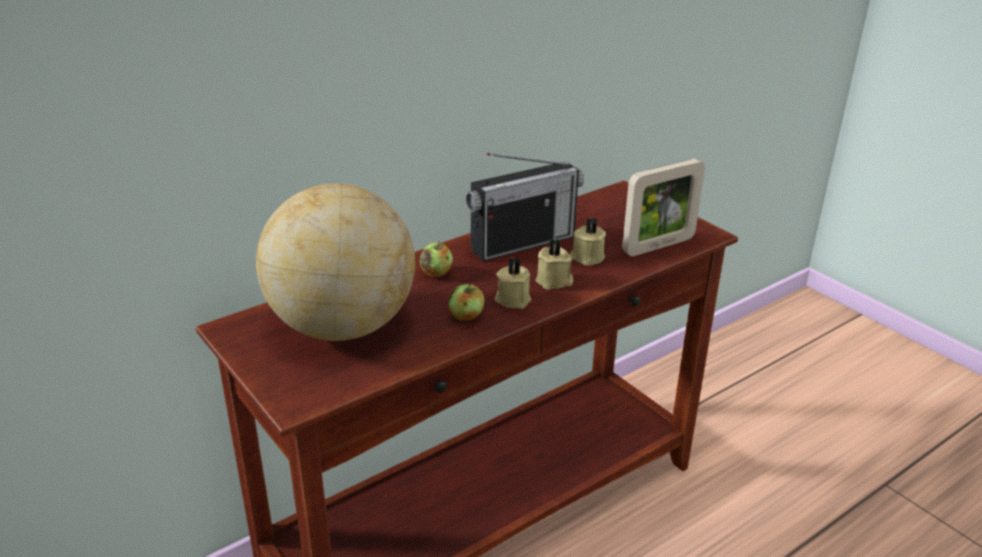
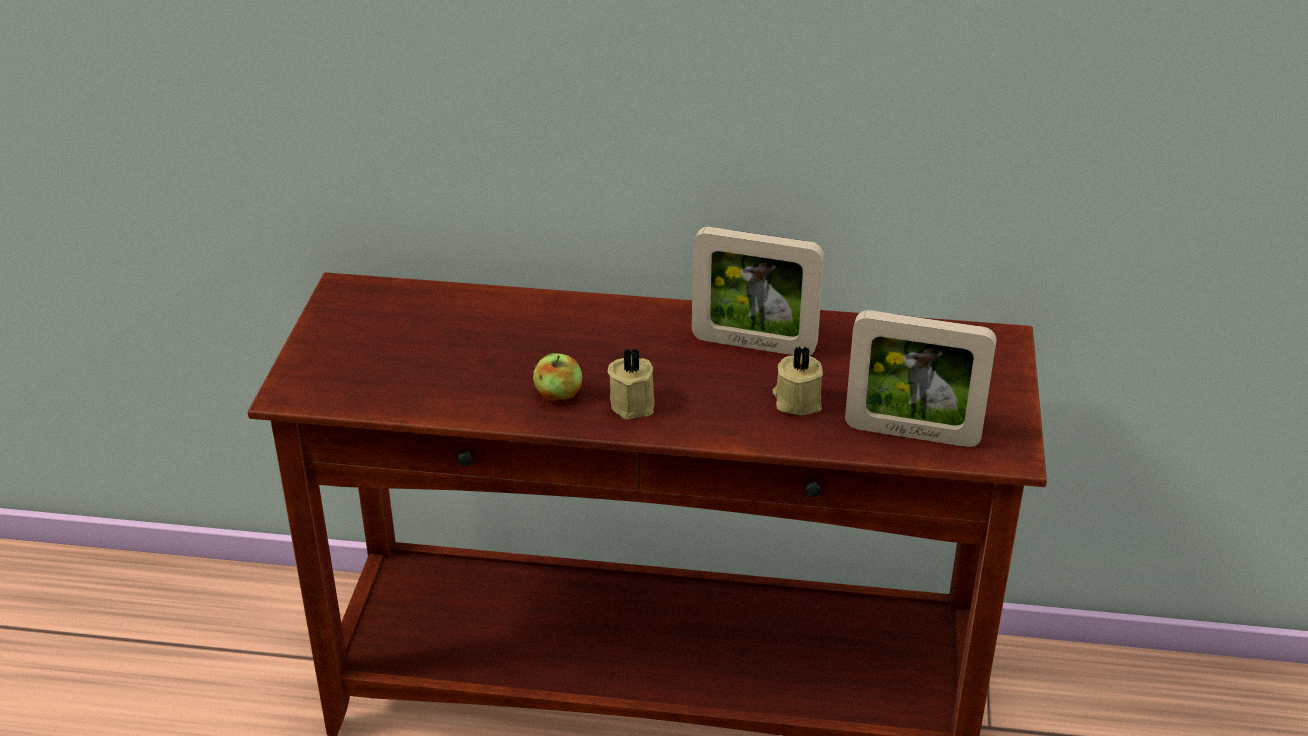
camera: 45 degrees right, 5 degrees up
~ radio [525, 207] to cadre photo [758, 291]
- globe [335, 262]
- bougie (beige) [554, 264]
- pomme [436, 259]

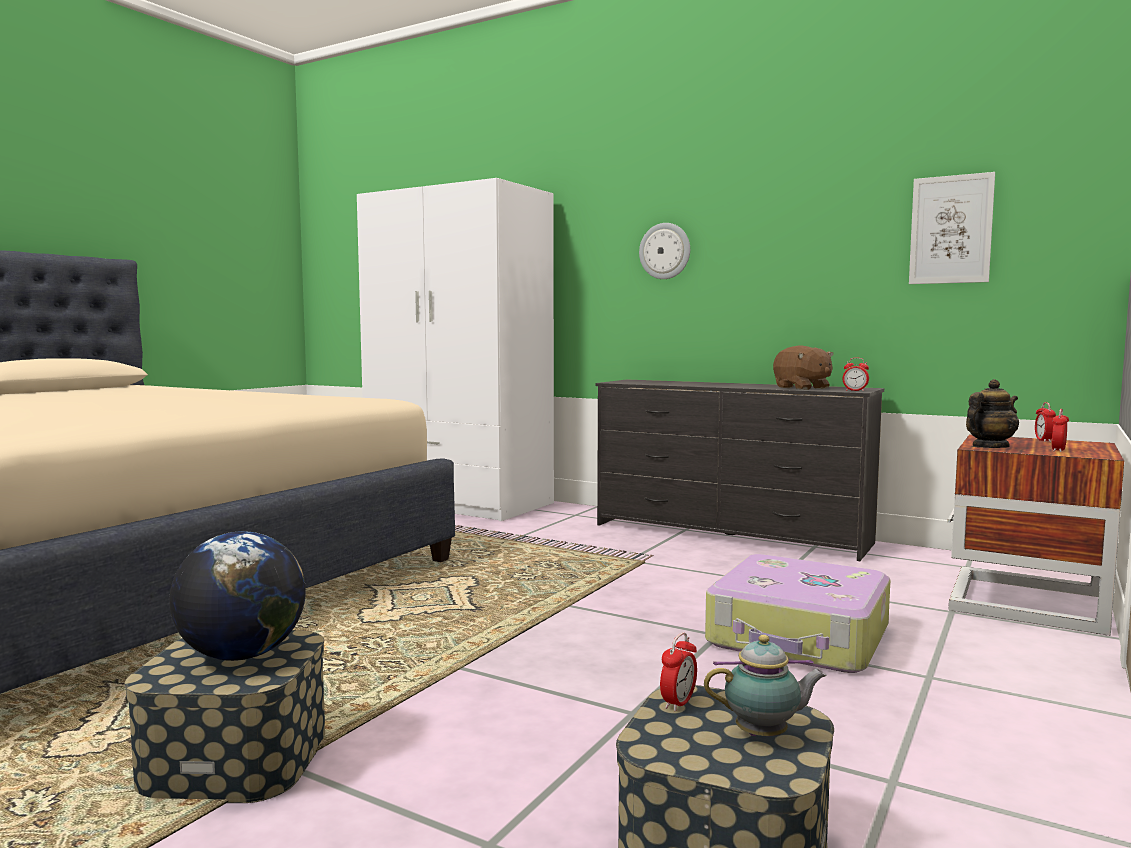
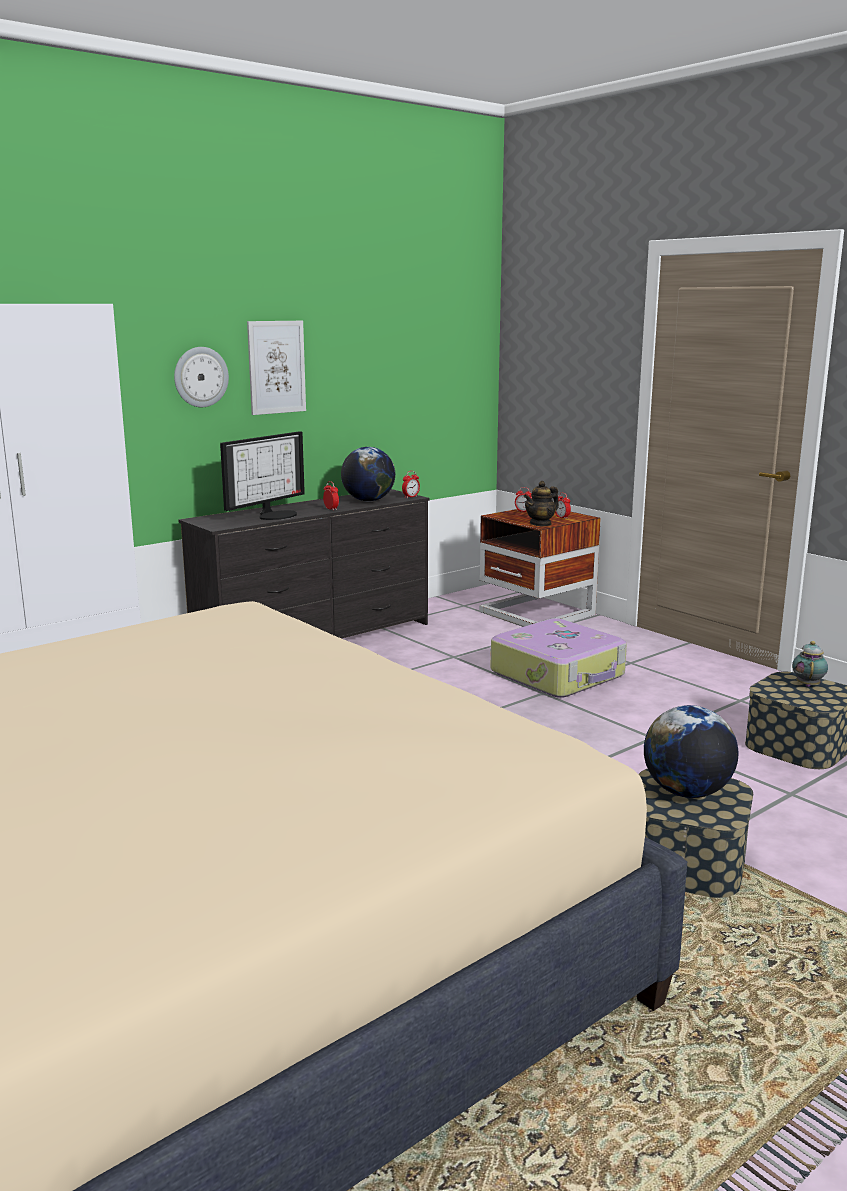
camera: 70 degrees left, 10 degrees up
~ tableau [952, 228] to [276, 368]
~ peluche (marron) [803, 367] to globe [368, 474]
~ théière [992, 413] = [541, 503] 120 degrees counterclockwise
~ réveil [678, 671] to [331, 496]
+ écran d'ordinateur [262, 475]

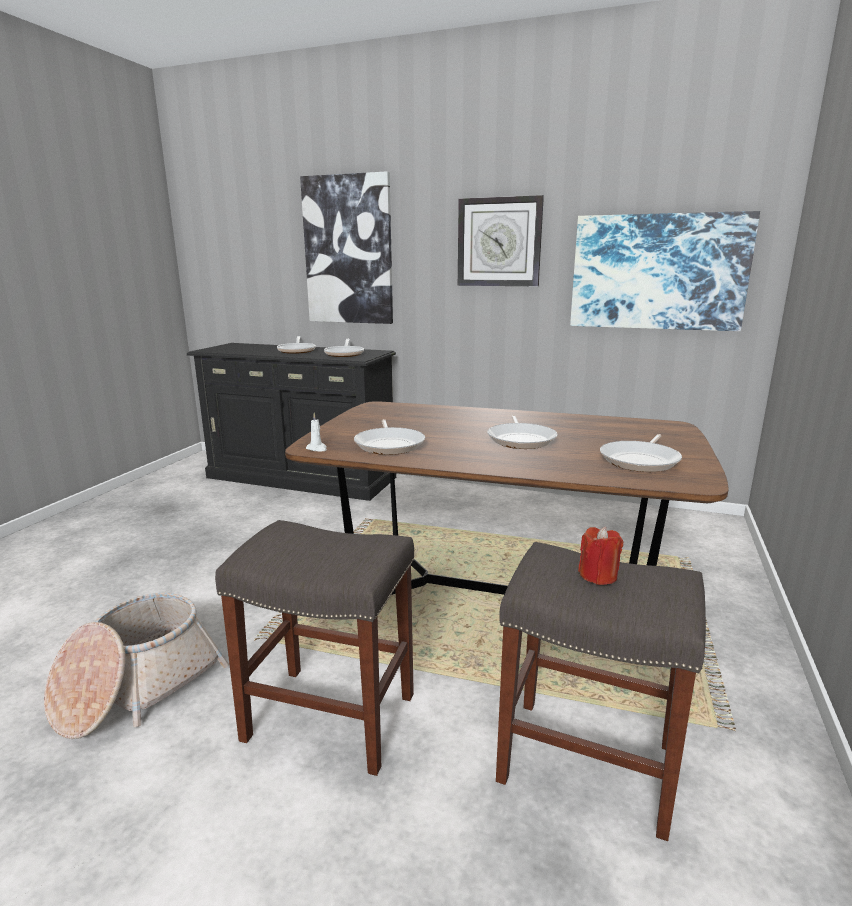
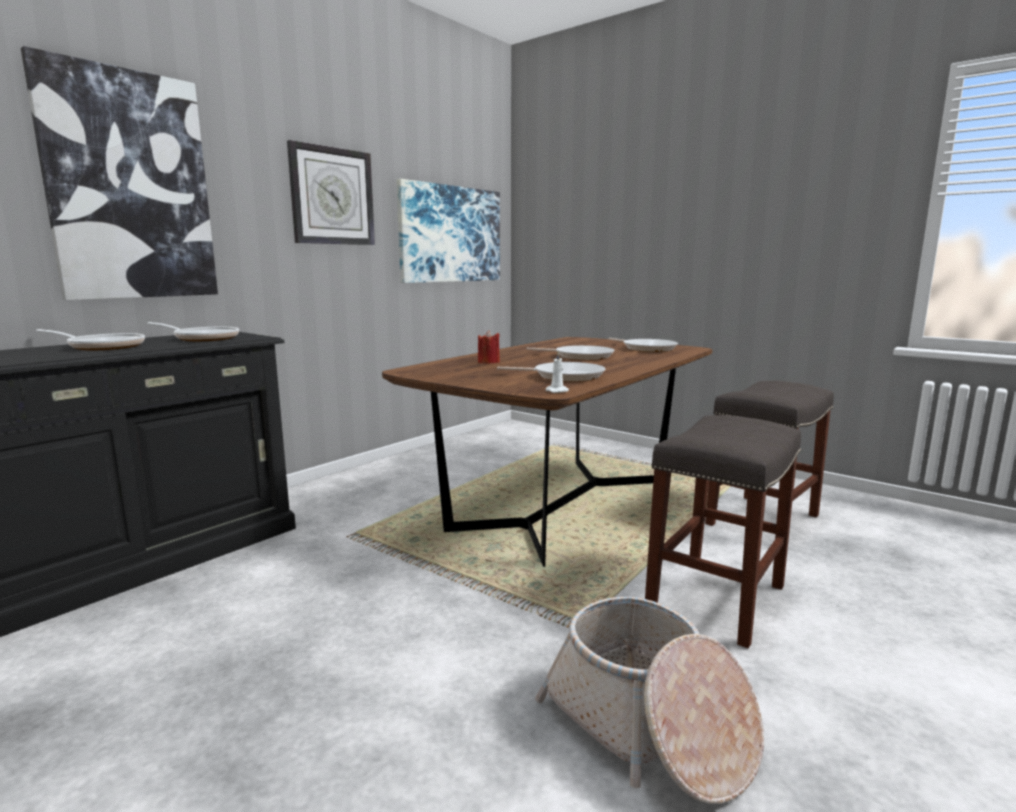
camera: 70 degrees left, 5 degrees down
~ bougie (rouge) [600, 556] to [489, 347]

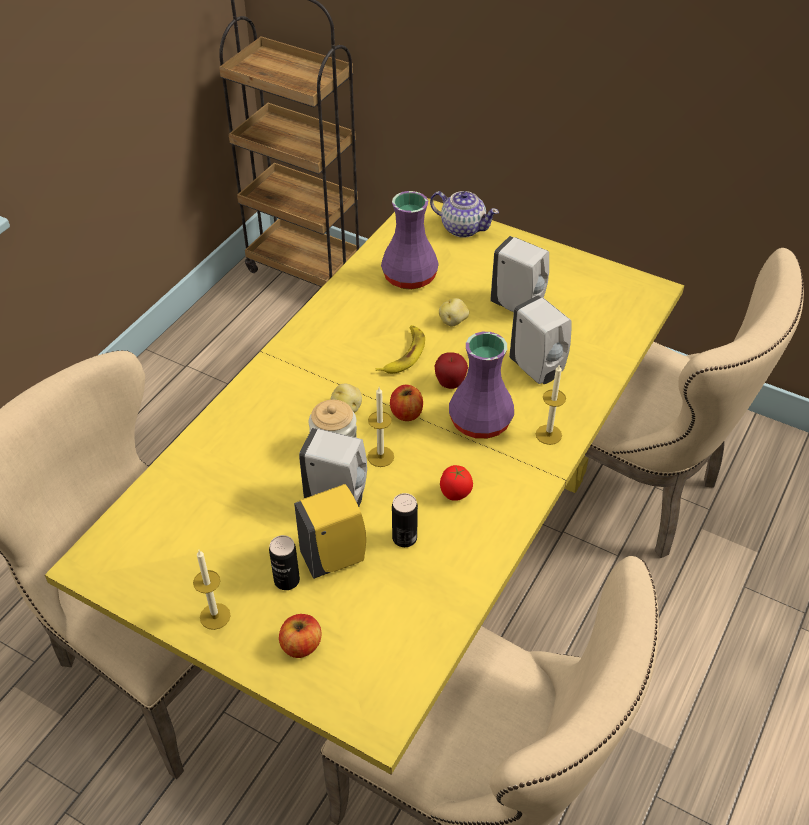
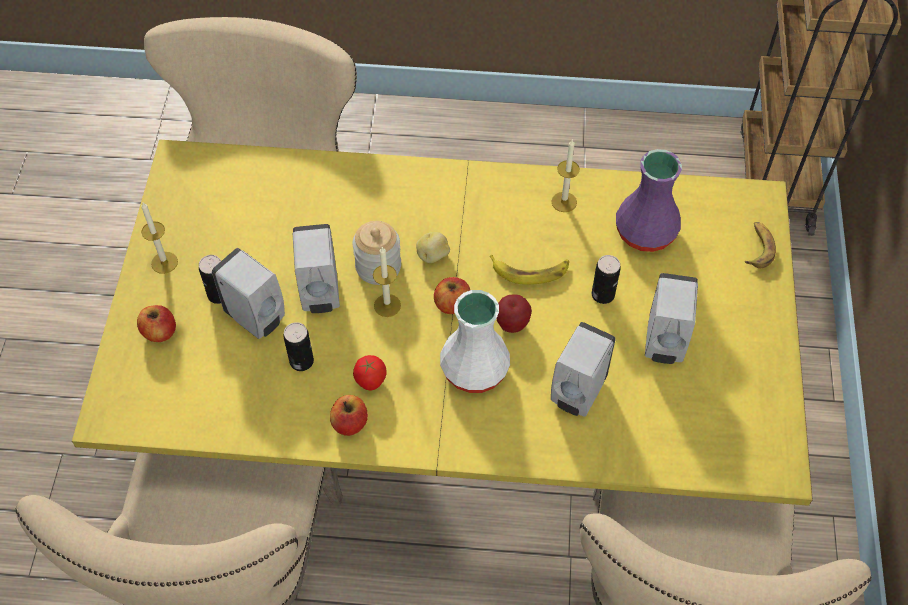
camera: 65 degrees right, 10 degrees up
~ théière [464, 214] to banane [760, 245]
~ pomme de terre [454, 312] to boîte métallique [606, 279]
~ vase (violet) [481, 385] to vase (blanc) [475, 341]
~ bougie [551, 404] to [565, 176]
~ distributeur de savon (jaune) [330, 531] to distributeur de savon (blanc) [248, 293]
+ pomme [349, 415]

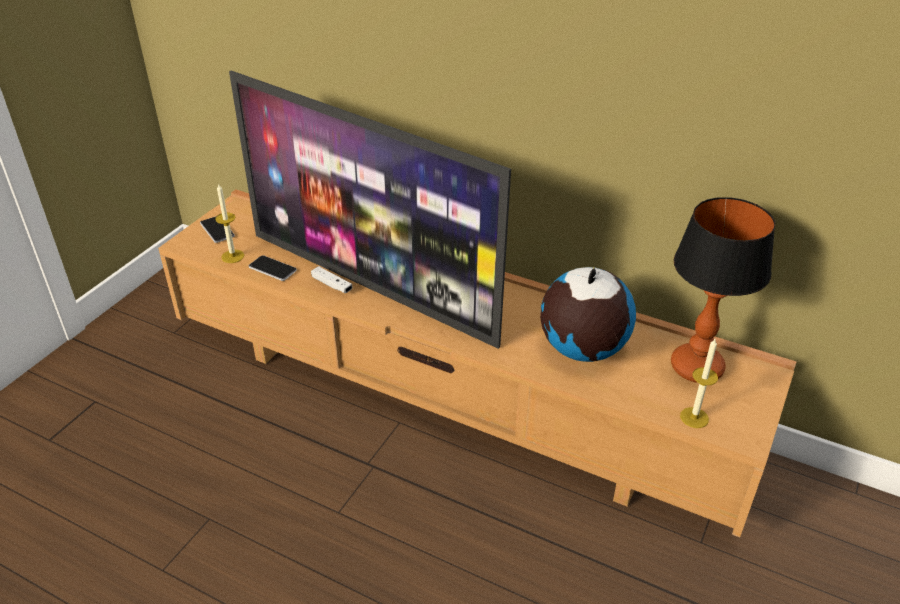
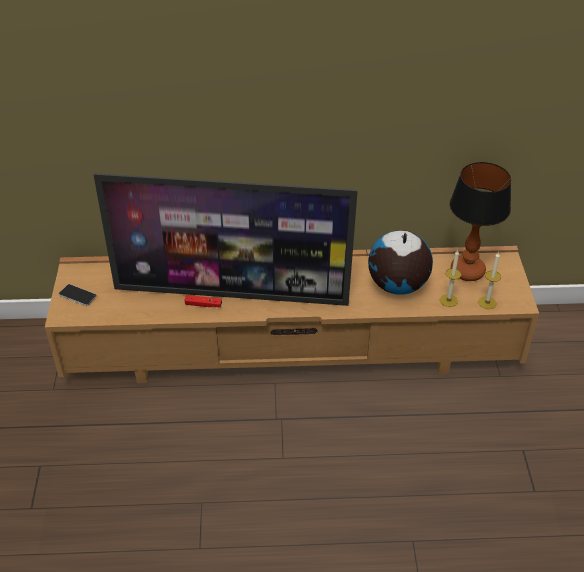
camera: 30 degrees left, 5 degrees up
~ bougie [229, 223] to [450, 278]
- téléphone [273, 268]
~ manette (blanc) [332, 279] to manette (rouge) [203, 301]

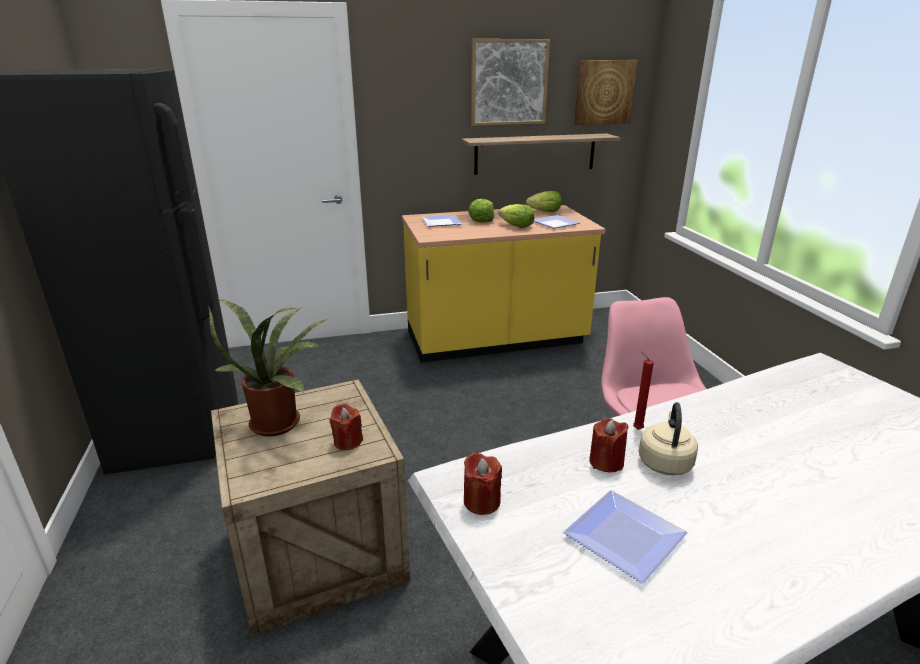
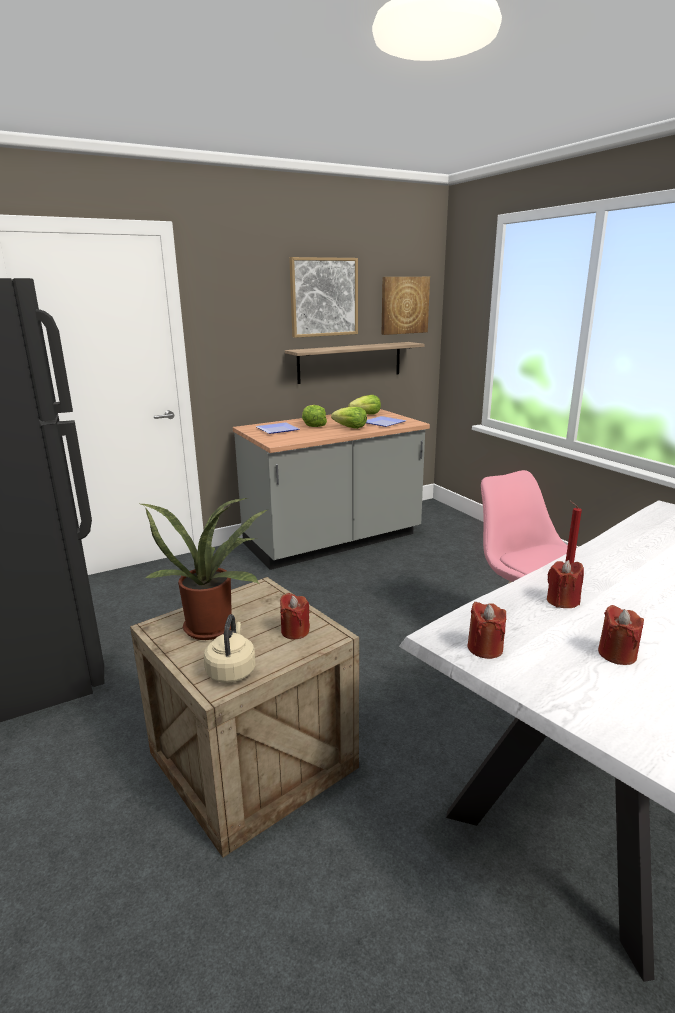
camera: 15 degrees left, 5 degrees down
~ comptoir de cuisine (jaune) [504, 284] to comptoir de cuisine (gris) [331, 489]
~ bouilloire (beige) [668, 438] to [230, 648]
~ assiette [625, 536] to bougie (rouge) [621, 635]

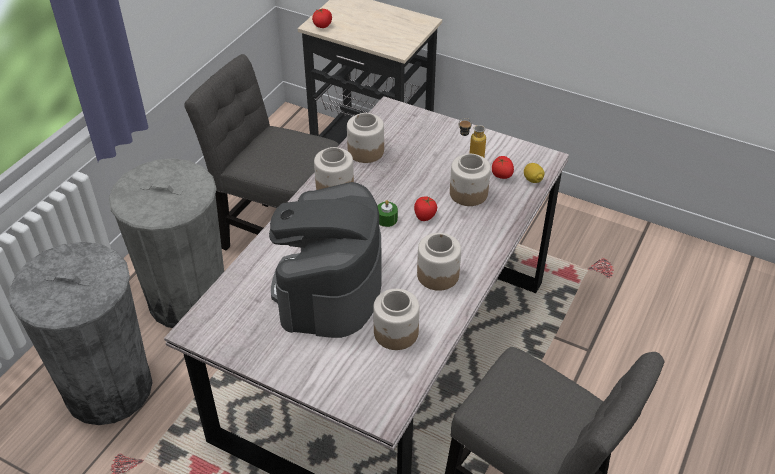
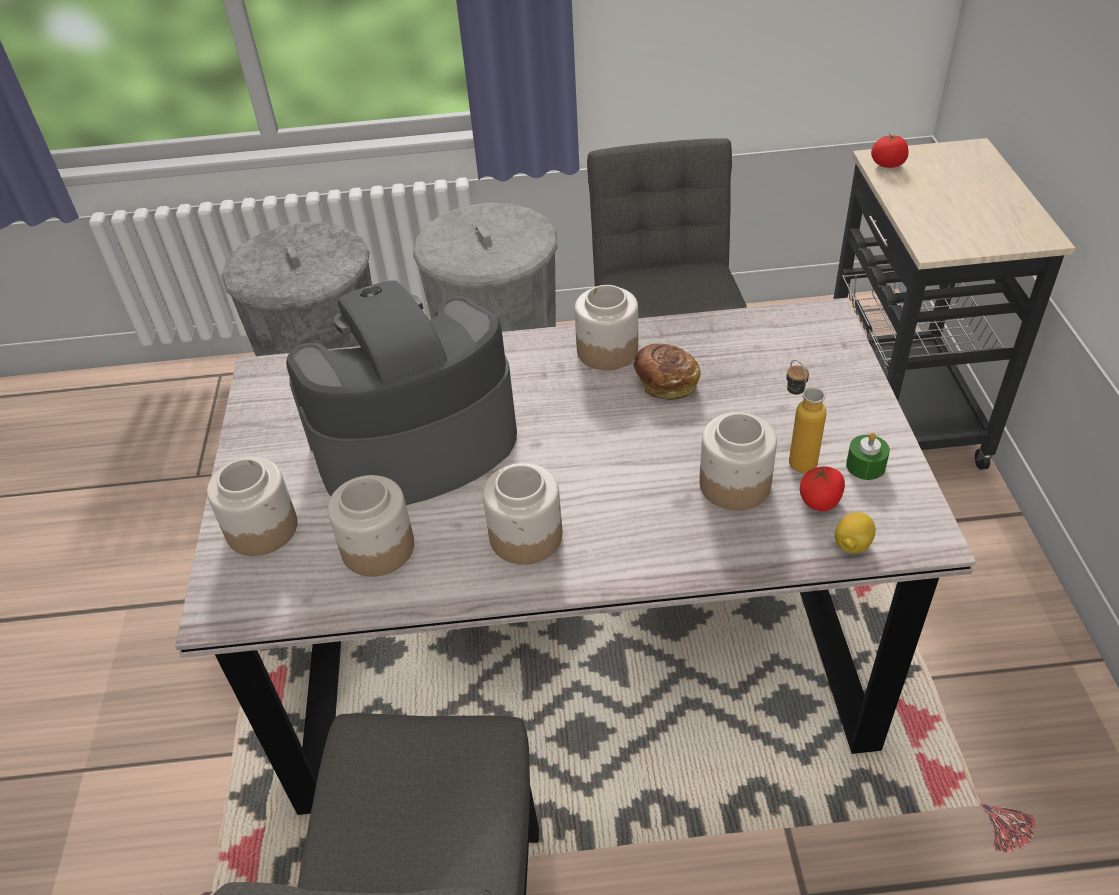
camera: 60 degrees right, 0 degrees up
~ bocal [365, 138] to [252, 506]
- tomate [425, 208]
~ bougie (vert) [387, 213] to [868, 456]
+ pain [667, 372]

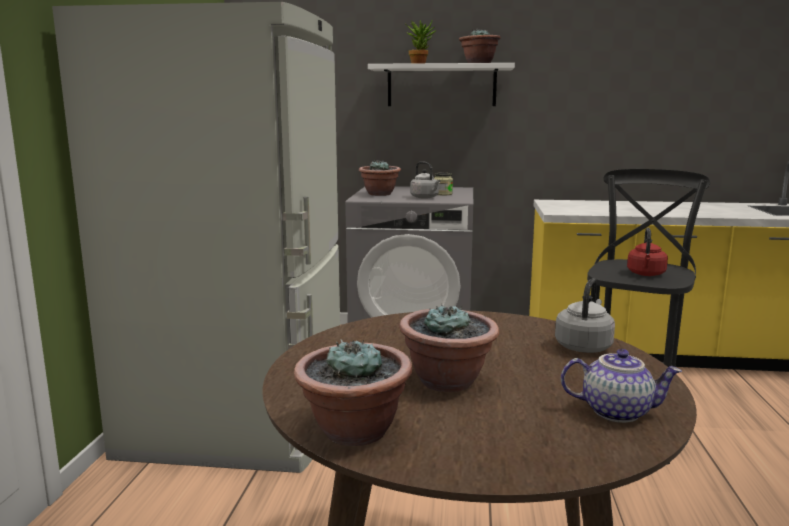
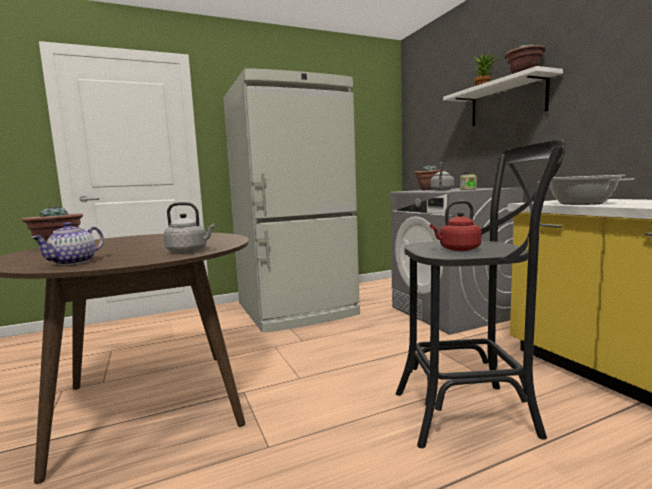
camera: 60 degrees right, 5 degrees down
- plante en pot [449, 348]
~ théière [621, 386] = [67, 243] 45 degrees clockwise
+ marmite [585, 190]

